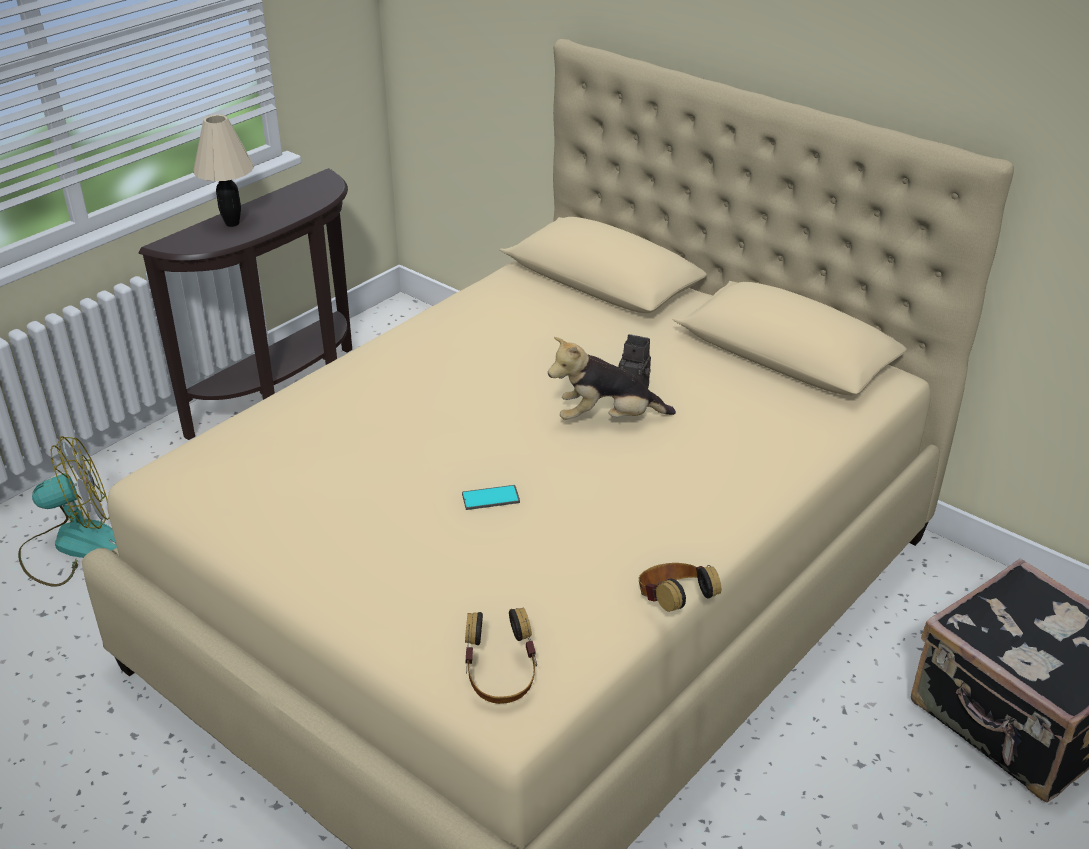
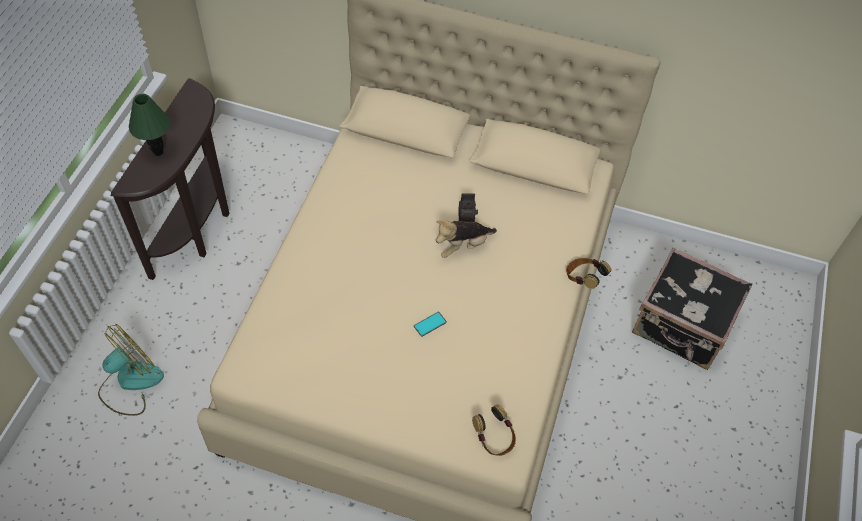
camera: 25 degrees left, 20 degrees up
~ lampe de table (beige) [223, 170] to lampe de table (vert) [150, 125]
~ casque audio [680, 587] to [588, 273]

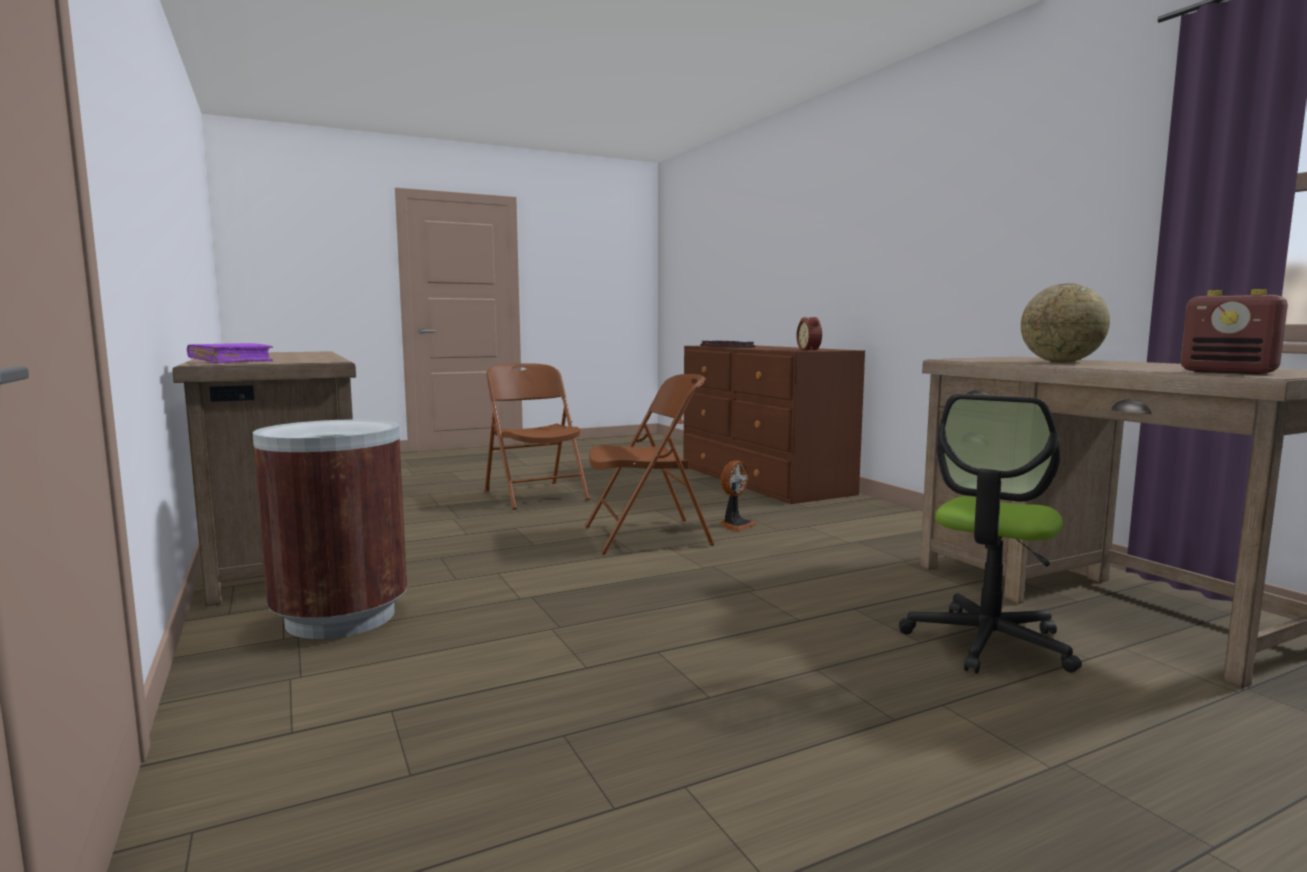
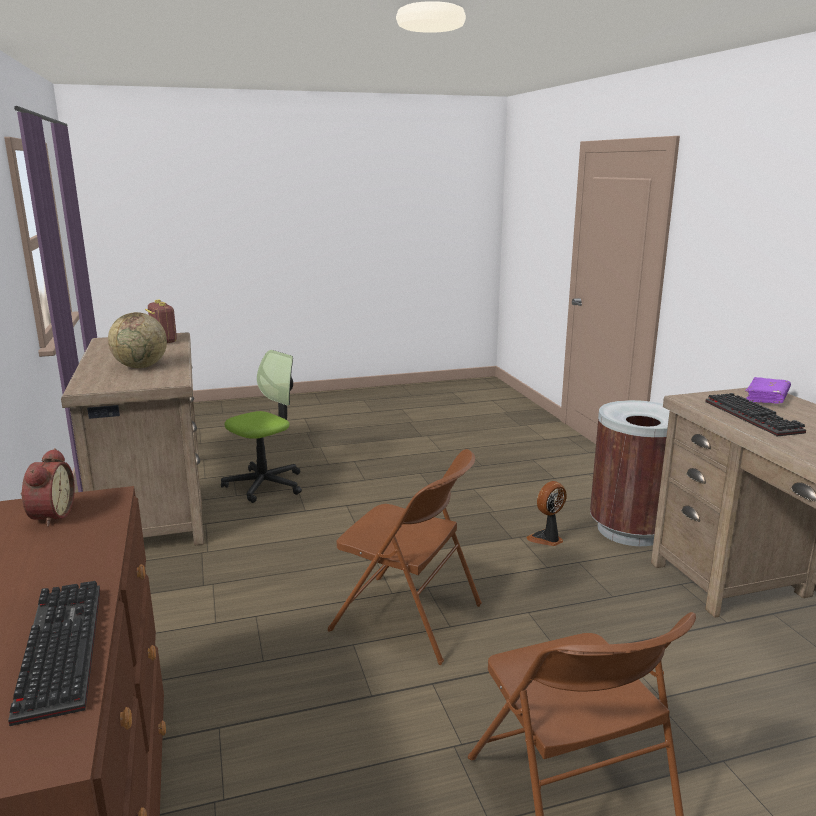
camera: 170 degrees left, 10 degrees up
~ chaise (marron) [649, 464] = [405, 557] 150 degrees counterclockwise
~ ventilateur [738, 495] to [546, 513]
+ clavier [756, 414]

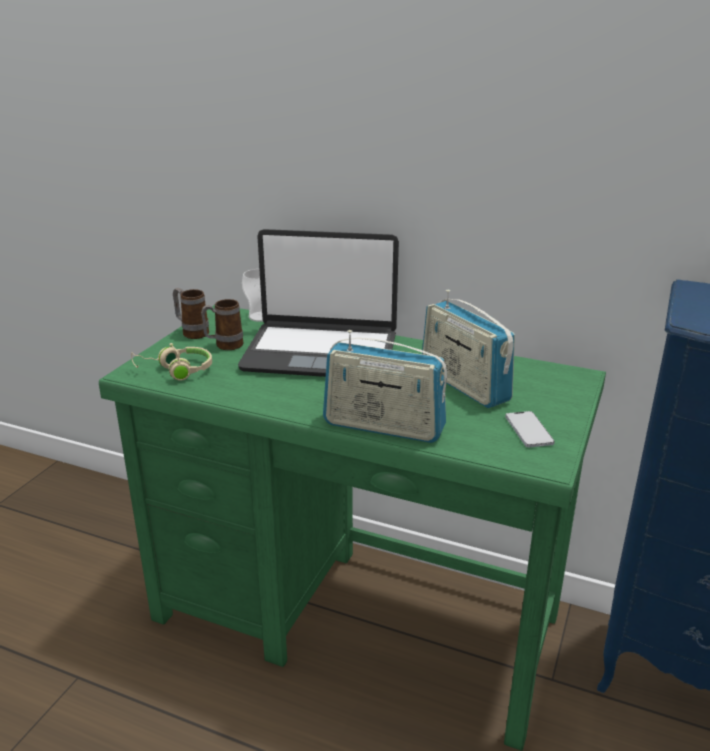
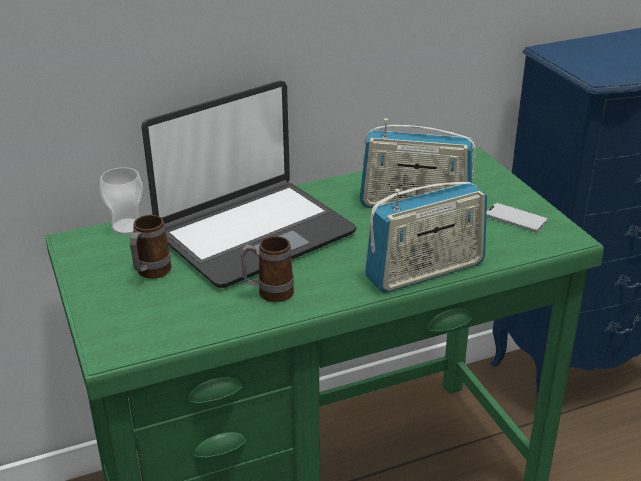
camera: 45 degrees left, 5 degrees up
~ mug [191, 313] to [267, 269]
- casque audio (beige) [171, 362]

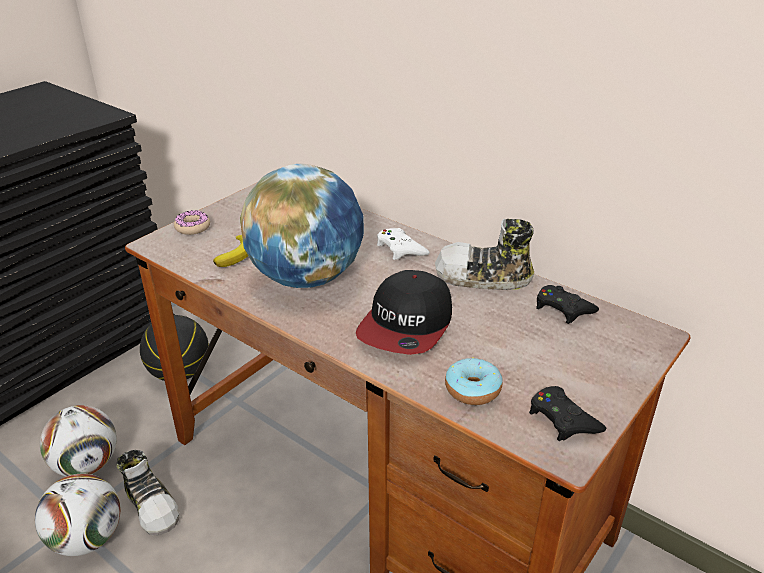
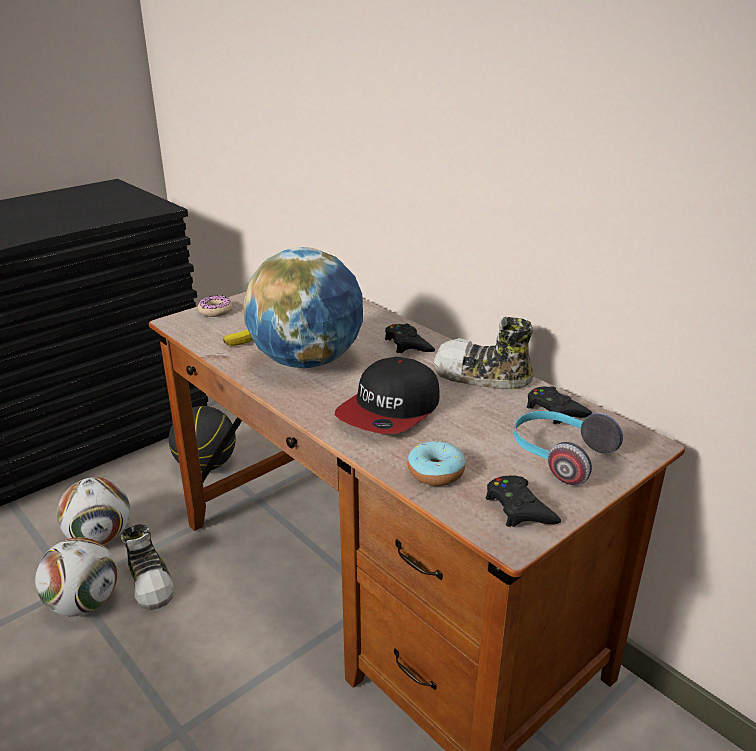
camera: 10 degrees right, 5 degrees down
~ manette (blanc) [403, 244] to manette (noir) [410, 338]
+ casque audio [568, 448]

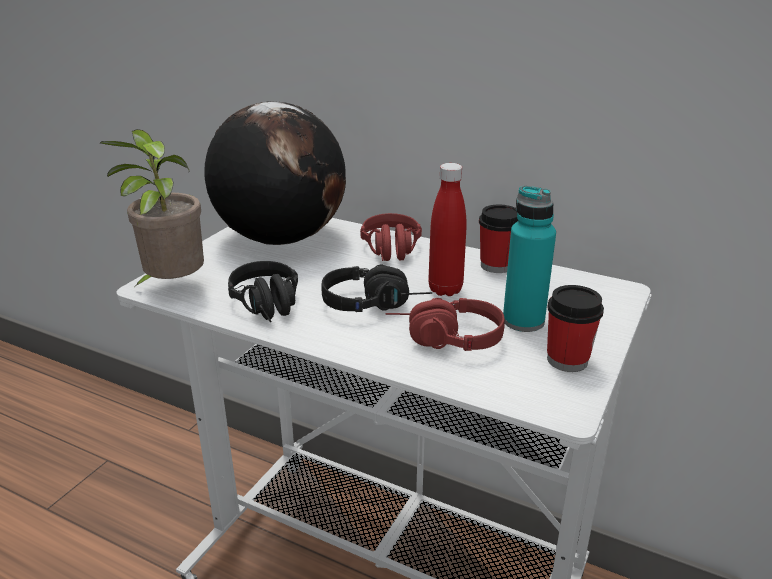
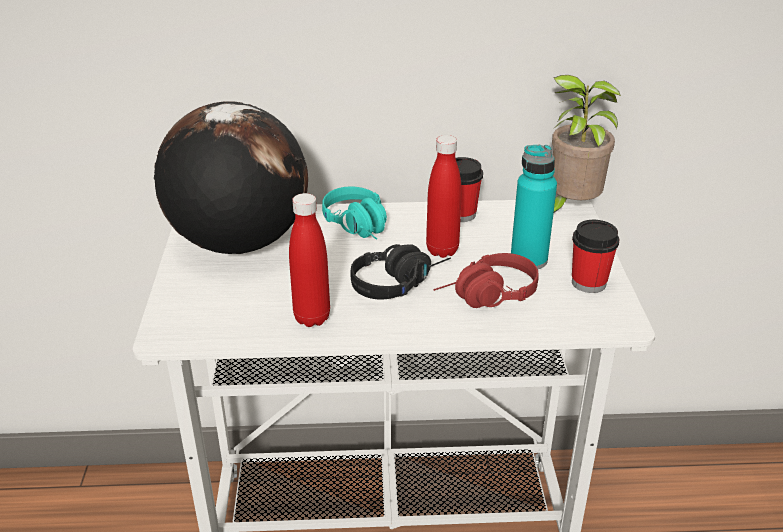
camera: 30 degrees left, 5 degrees up
~ plante en pot [152, 207] to [586, 143]
~ casque audio (rouge) [391, 237] to casque audio (turquoise) [354, 213]
~ casque audio (noir) [263, 291] to bouteille (rouge) [309, 260]

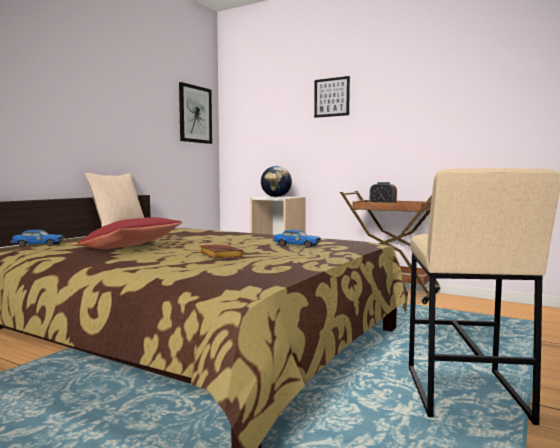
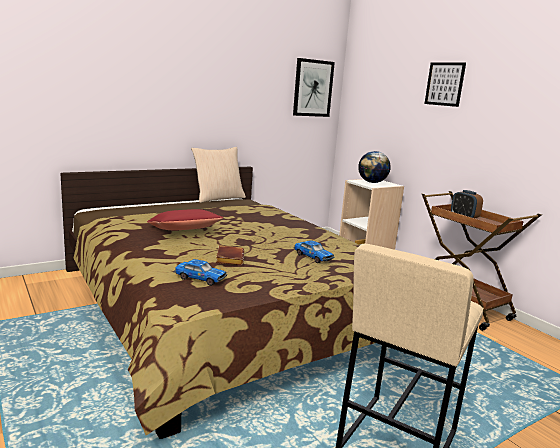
camera: 25 degrees right, 10 degrees up
~ petite voiture [38, 238] to [200, 272]

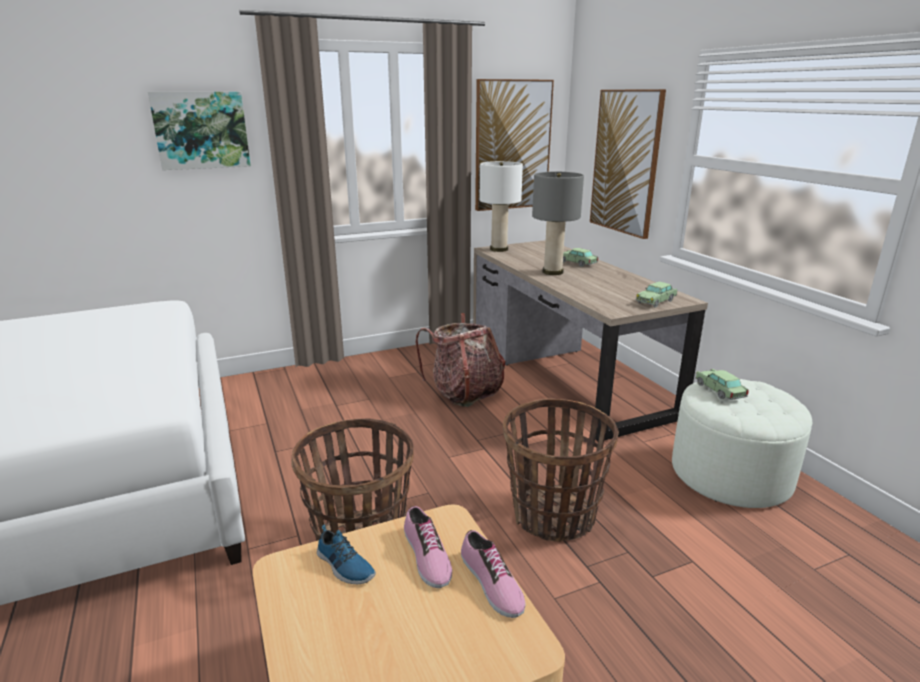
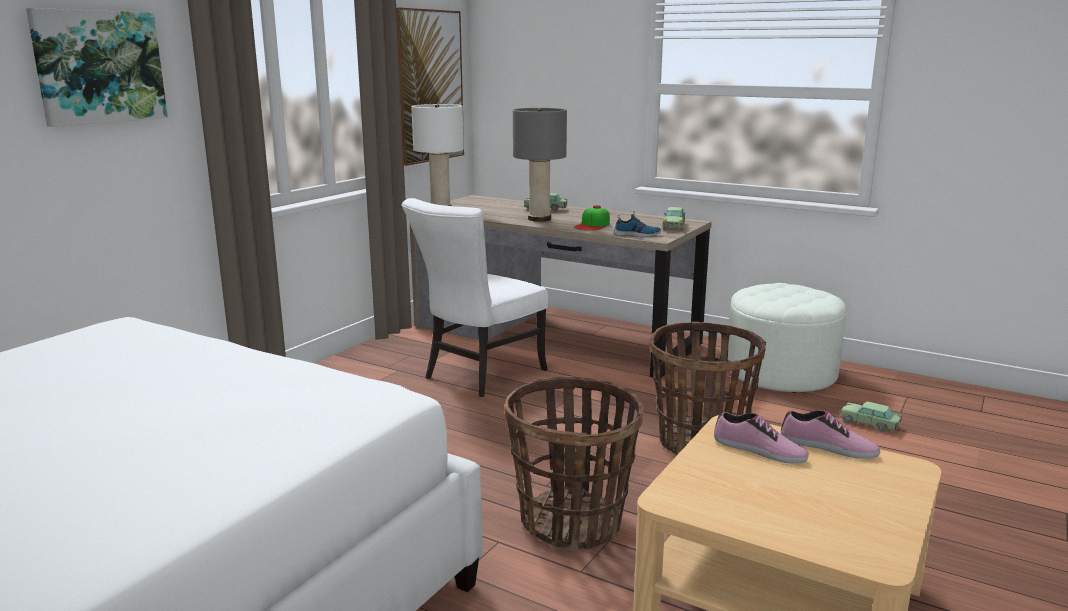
camera: 35 degrees left, 5 degrees down
- tableau [628, 164]
~ sac à dos [460, 360] to chaise (blanc) [475, 297]
~ petite voiture [722, 384] to [871, 416]
~ chaussure [346, 554] to [637, 224]
+ casquette [592, 218]

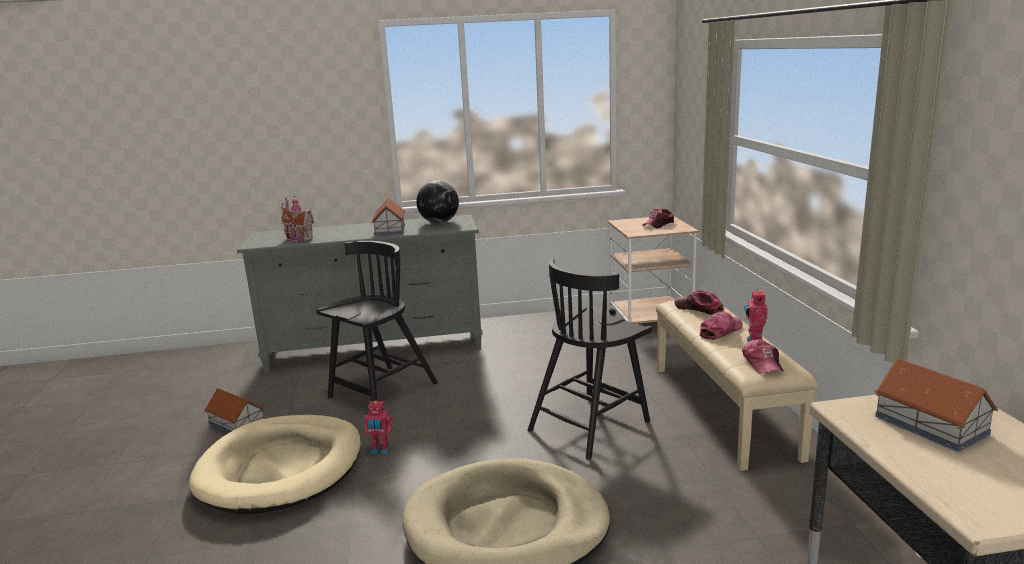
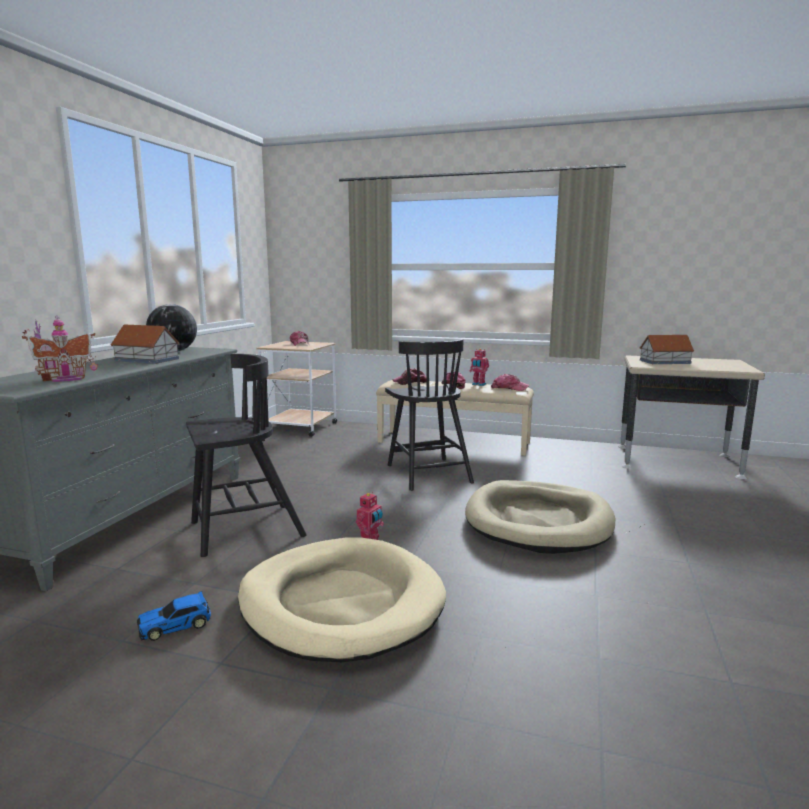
camera: 65 degrees left, 5 degrees down
~ chaise (noir) [377, 321] = [246, 455] 90 degrees clockwise
~ maison miniature [234, 410] to petite voiture [174, 616]

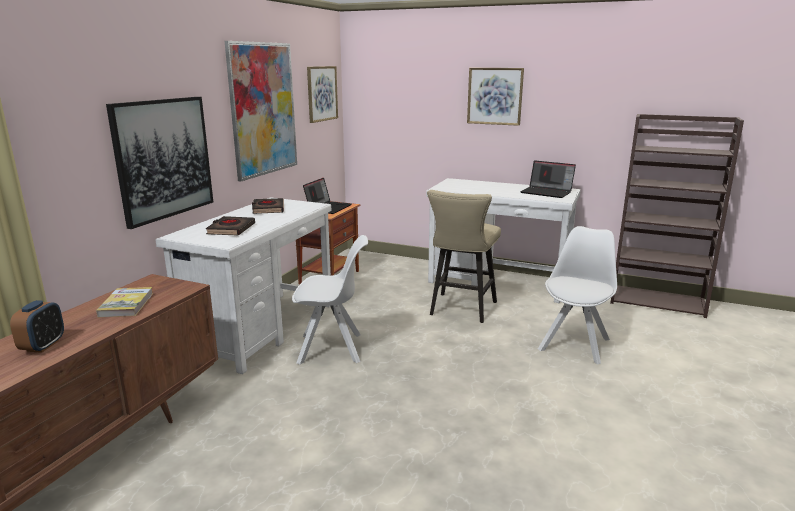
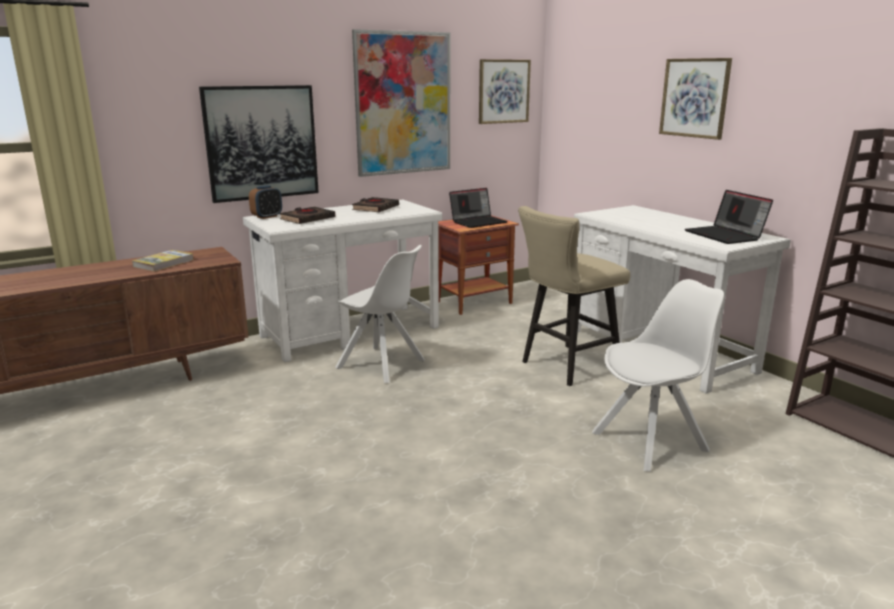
camera: 35 degrees right, 0 degrees up
~ réveil [37, 326] to [265, 202]

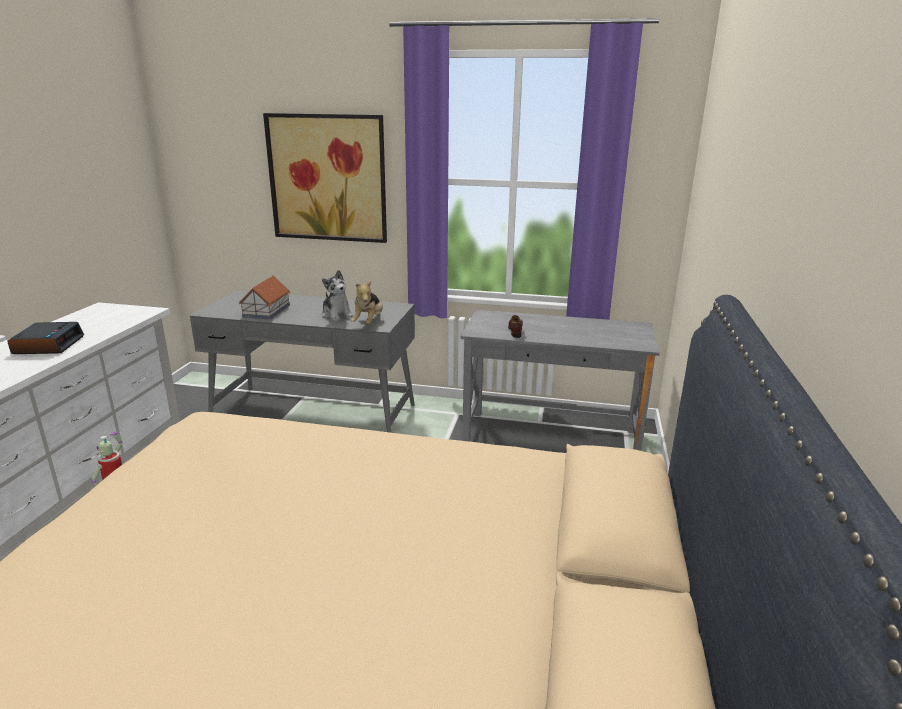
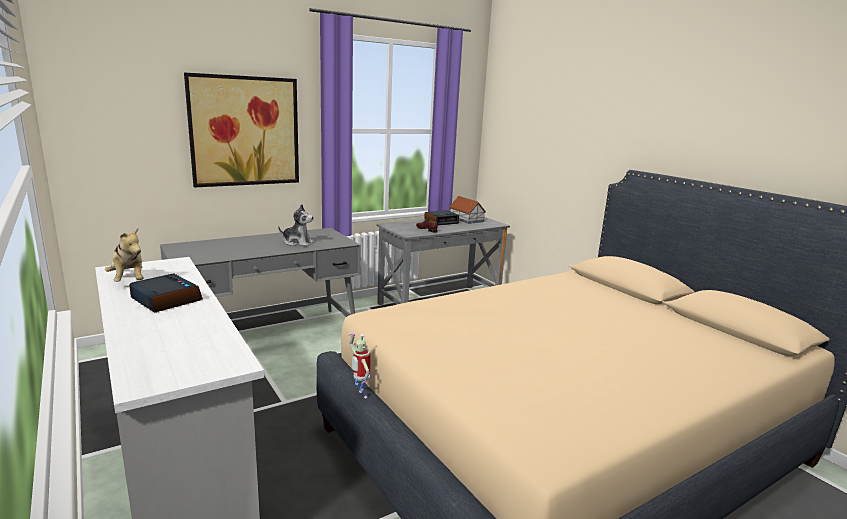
camera: 45 degrees left, 5 degrees down
~ maison miniature [264, 297] to [467, 210]
~ peluche [367, 302] to [124, 255]
+ réveil [441, 217]

